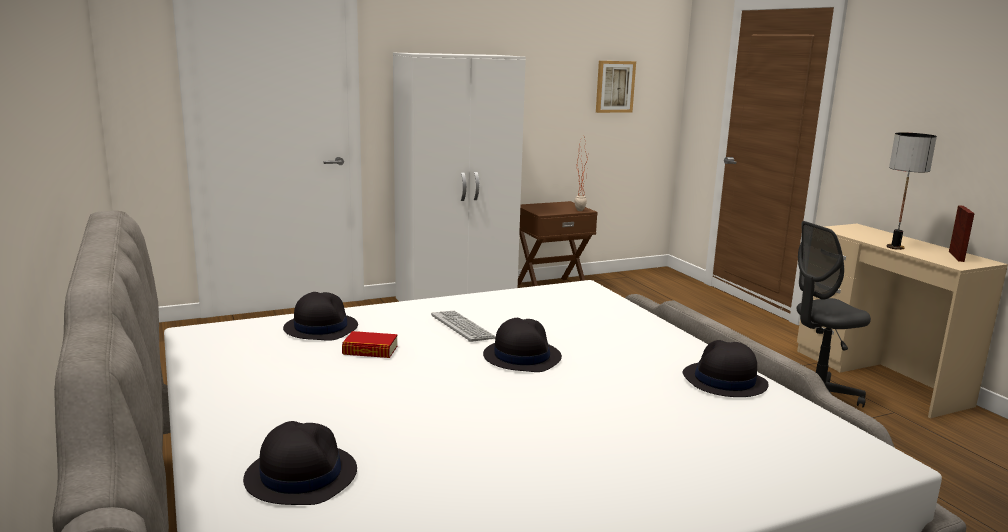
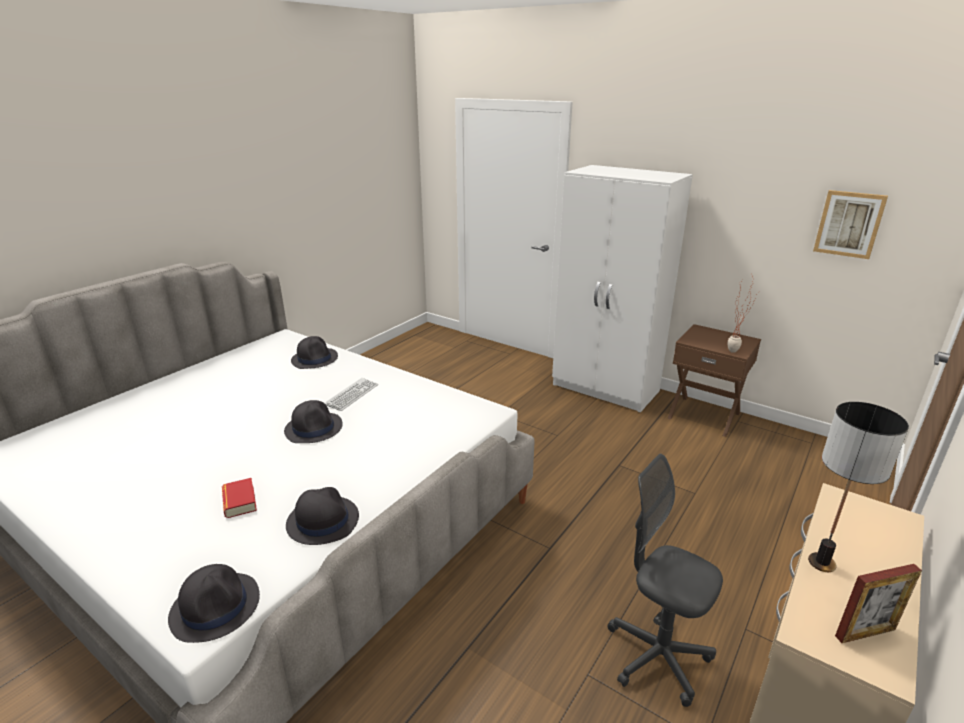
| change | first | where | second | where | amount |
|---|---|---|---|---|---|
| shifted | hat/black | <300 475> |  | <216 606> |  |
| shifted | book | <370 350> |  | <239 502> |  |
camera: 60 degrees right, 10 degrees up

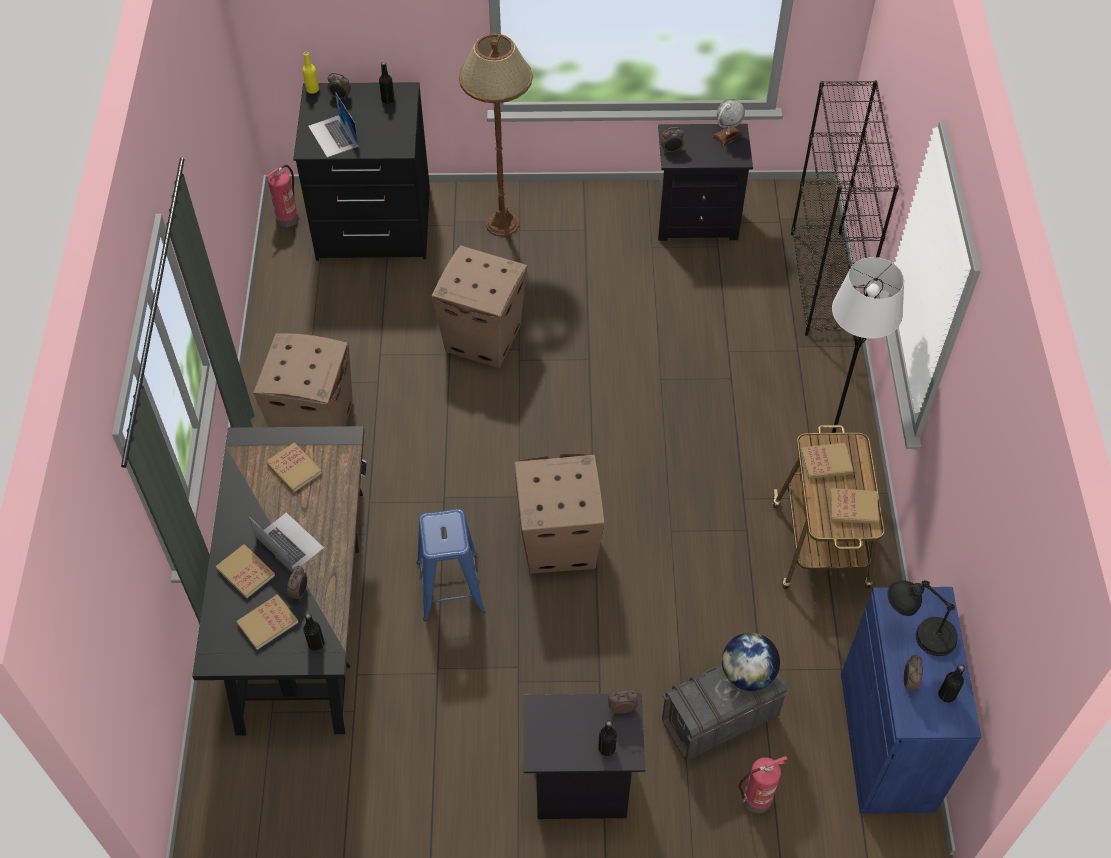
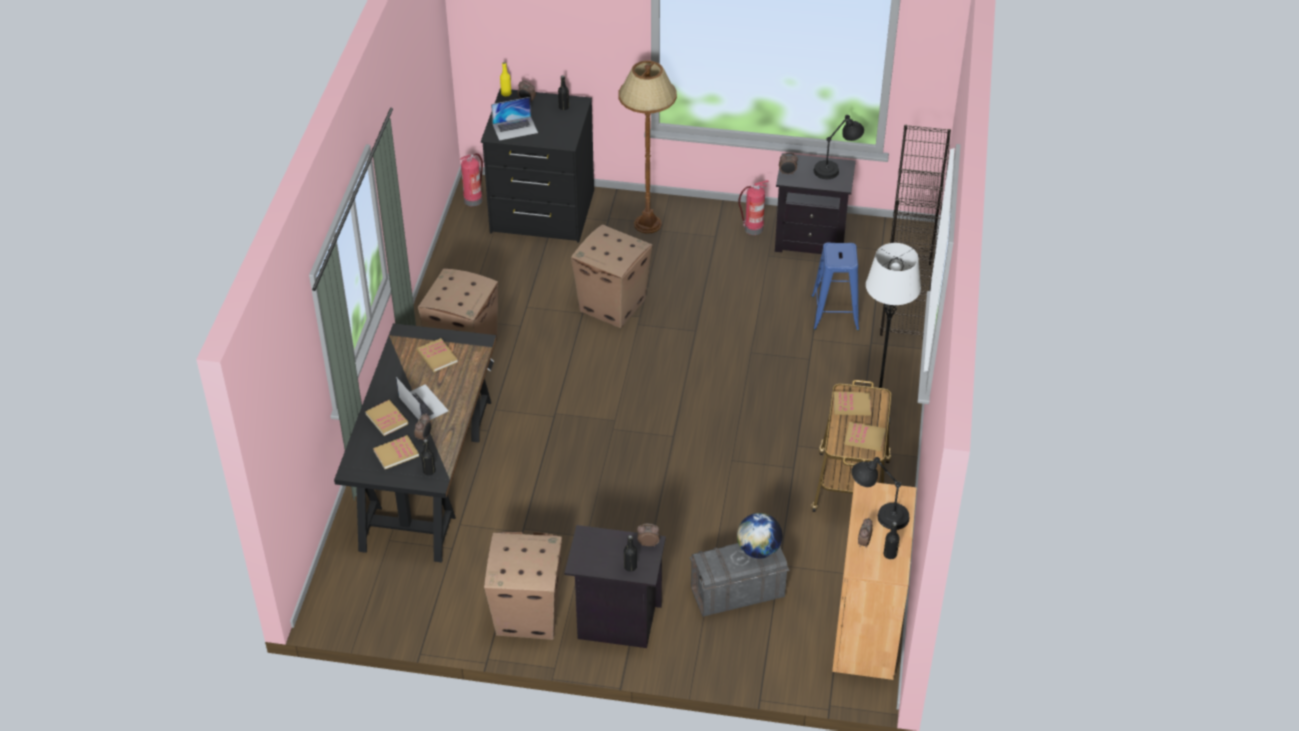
| change | first | where | second | where | amount |
|---|---|---|---|---|---|
| shifted | cardboard box | <557 543> |  | <526 614> |  |
| rotated | laptop | <333 136> |  | <515 128> | 90 degrees counterclockwise |
| shifted | fire extinguisher | <756 800> |  | <753 229> |  |
| shifted | stool/blue | <450 586> |  | <835 312> |  |
| swapped | globe | <727 136> | table lamp/black | <836 167> |  |
| repainted | cabinet/blue | <886 741> | cabinet/brown | <867 627> |  |
camera: 10 degrees right, 10 degrees down

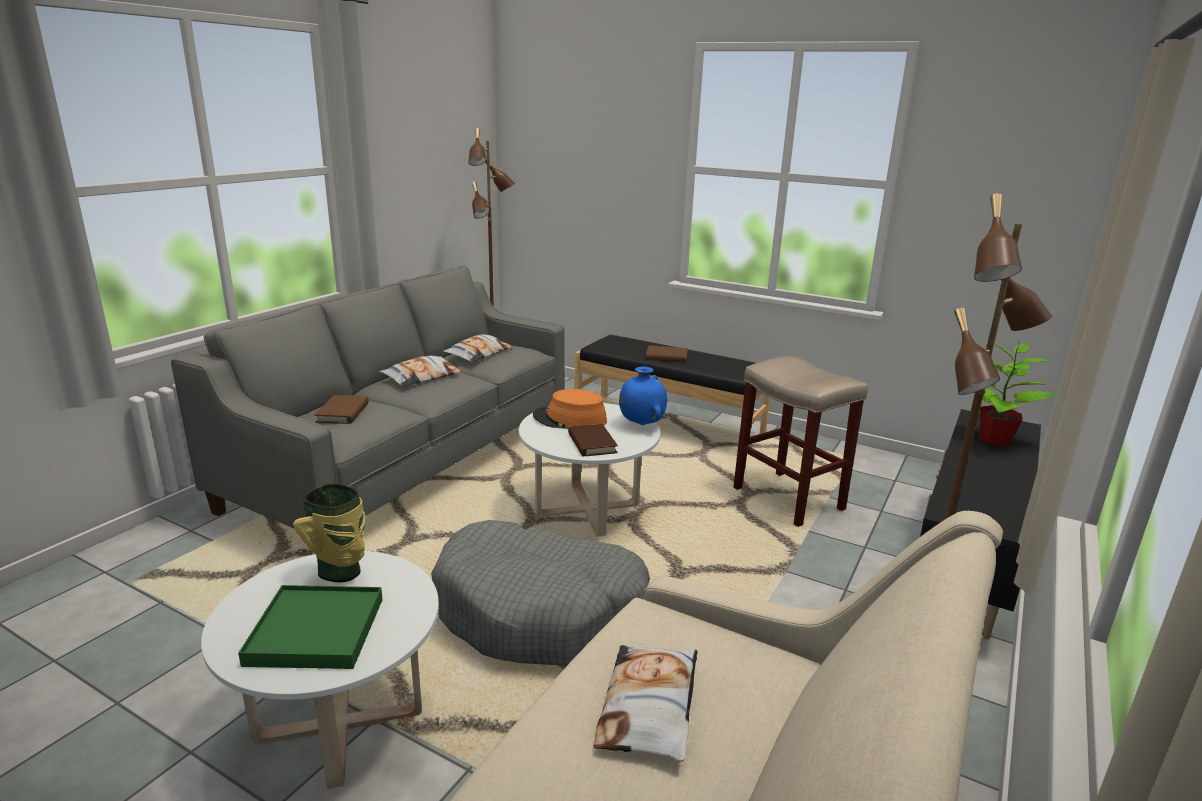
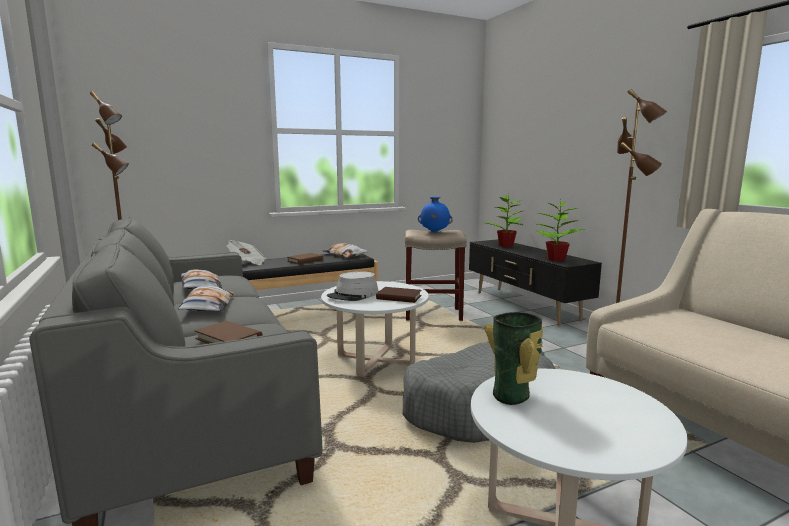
| change | first | where | second | where | amount |
|---|---|---|---|---|---|
| new |  |  | newspaper | <247 262> |  |
| shifted | pillow | <650 708> |  | <345 255> |  |
| repainted | hat/orange | <569 419> | hat/grey | <353 295> |  |
| shifted | vase/blue | <641 424> |  | <434 232> |  |
| new |  |  | potted plant | <555 259> |  |
| gone | tray/green | <316 631> |  |  |  |
camera: 55 degrees left, 10 degrees down

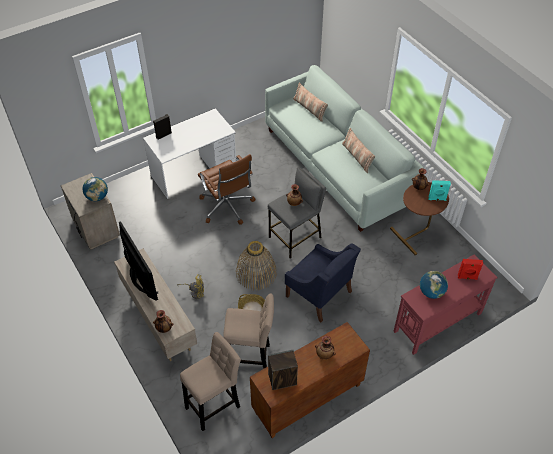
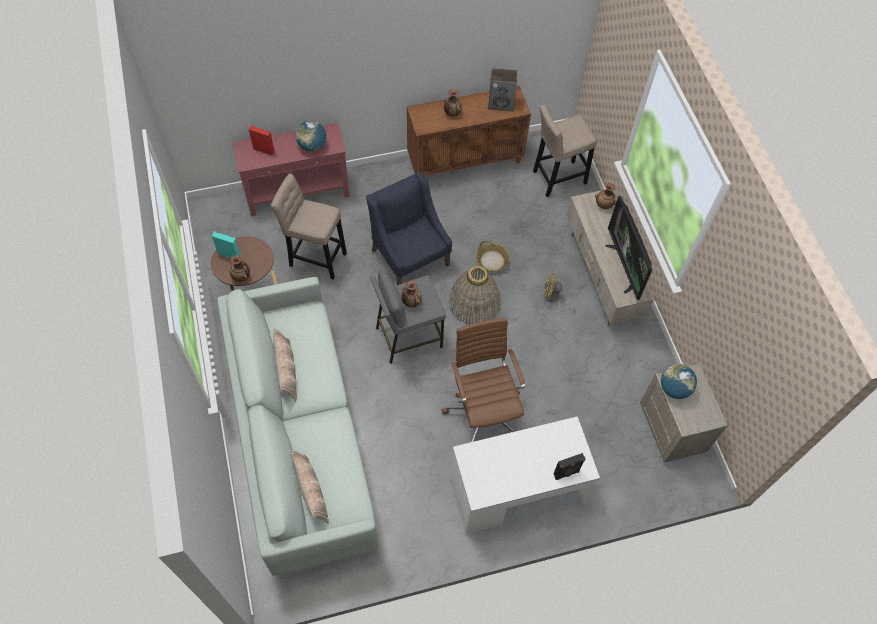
| change | first | where | second | where | amount |
|---|---|---|---|---|---|
| shifted | stool/beige | <250 358> |  | <315 257> |  |
camera: 165 degrees left, 10 degrees up

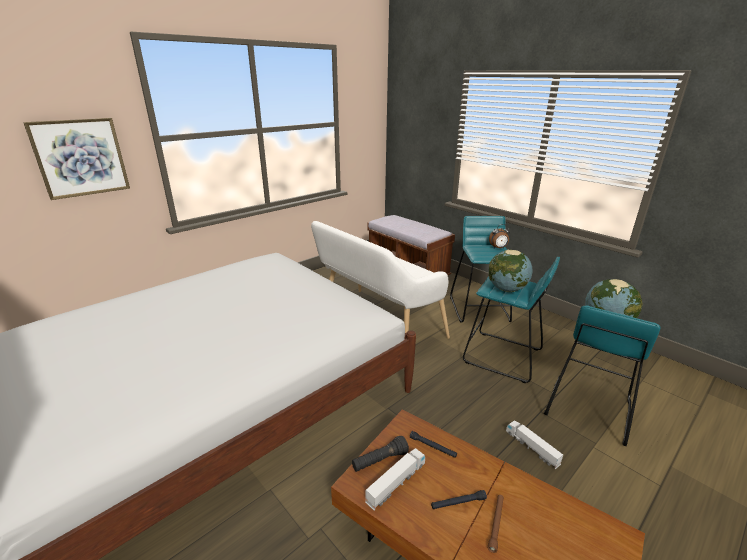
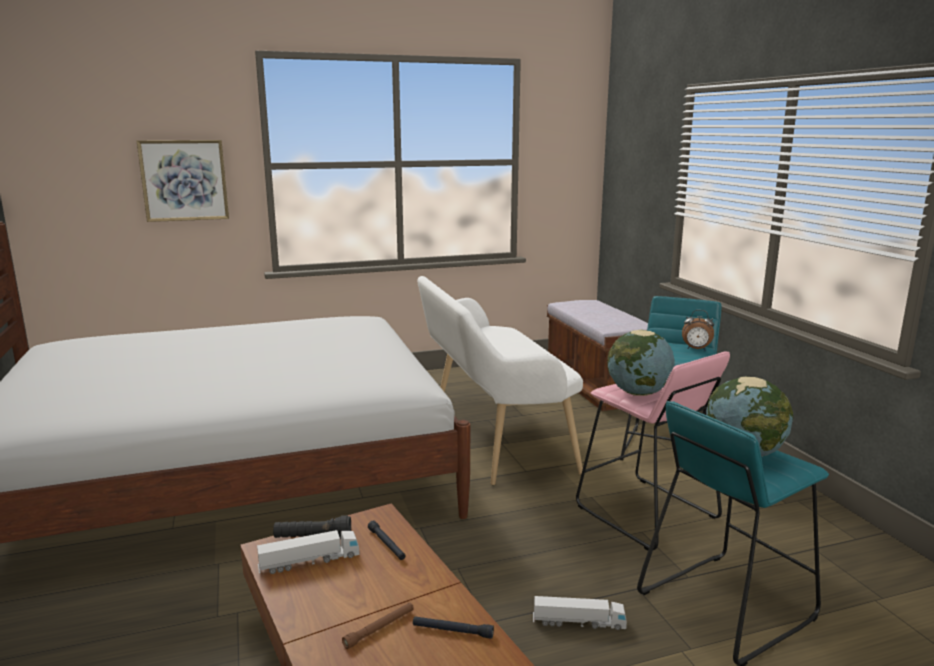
| change | first | where | second | where | amount |
|---|---|---|---|---|---|
| shifted | flashlight/black | <458 503> |  | <452 631> |  |
| rotated | toy truck | <531 448> |  | <578 622> | 105 degrees clockwise |
| repainted | stool/turquoise | <502 356> | stool/pink | <645 513> |  |
camera: 25 degrees right, 10 degrees down

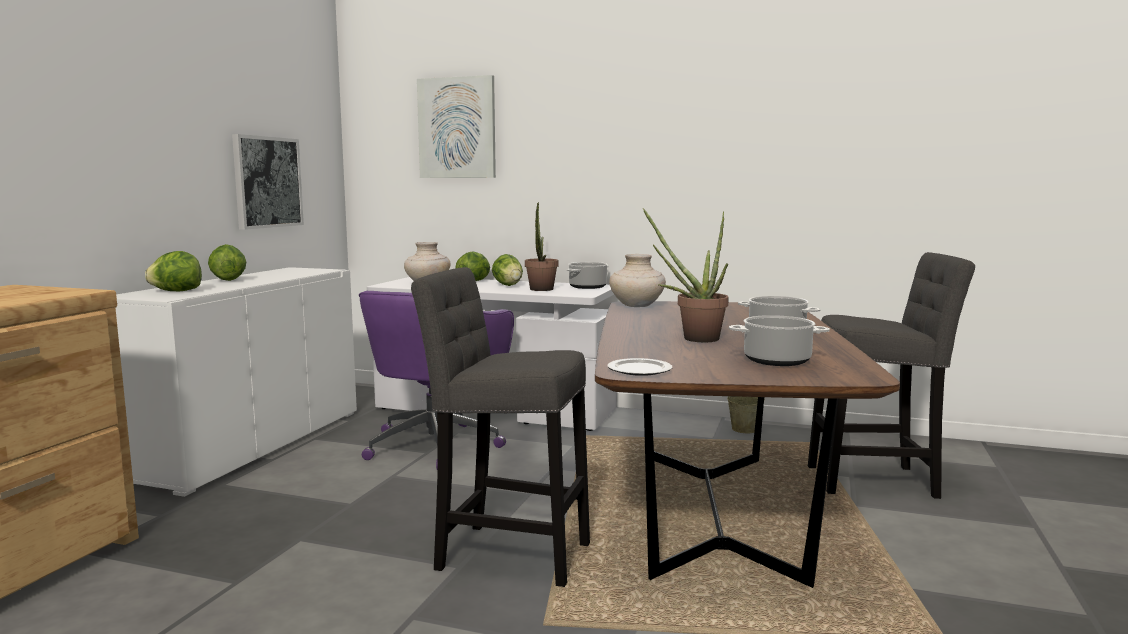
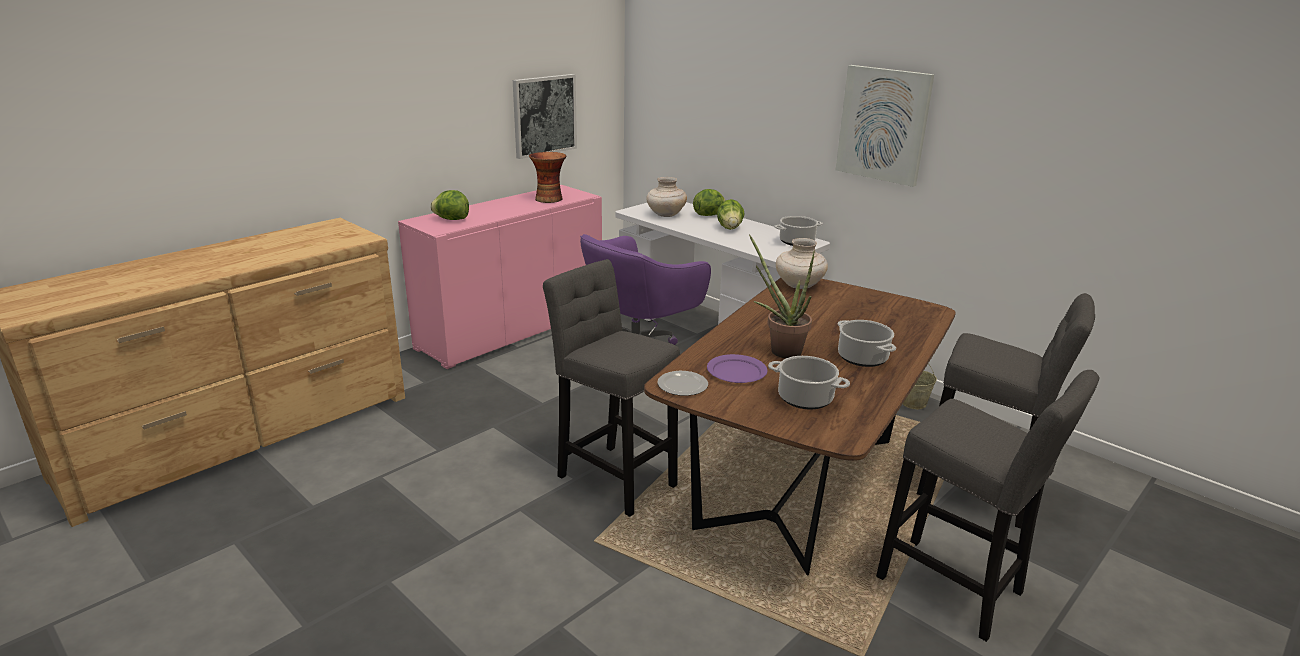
| change | first | where | second | where | amount |
|---|---|---|---|---|---|
| repainted | cabinet/white | <252 445> | cabinet/pink | <512 329> |  |
| new |  |  | vase | <549 199> |  |
| new |  |  | plate/purple | <736 371> |  |
| shifted | picture | <457 128> |  | <883 124> |  |
| new |  |  | stool/grey | <956 590> |  |
| gone | lettuce | <228 280> |  |  |  |
| gone | potted plant | <541 290> |  |  |  |
camera: 25 degrees right, 15 degrees up

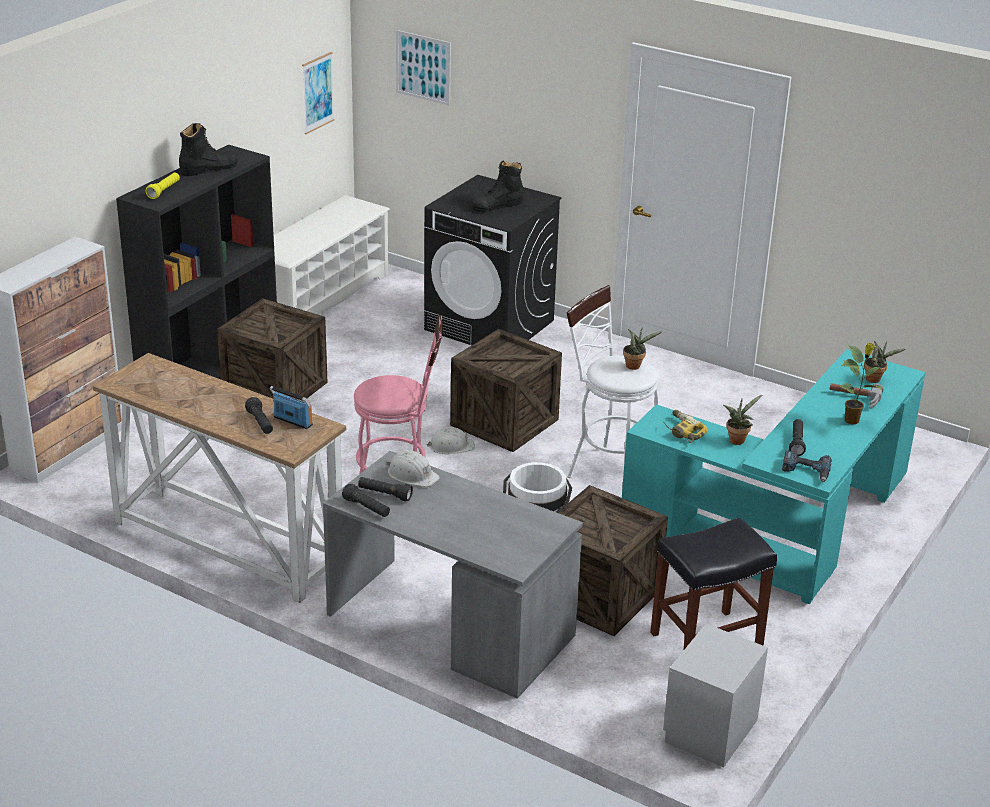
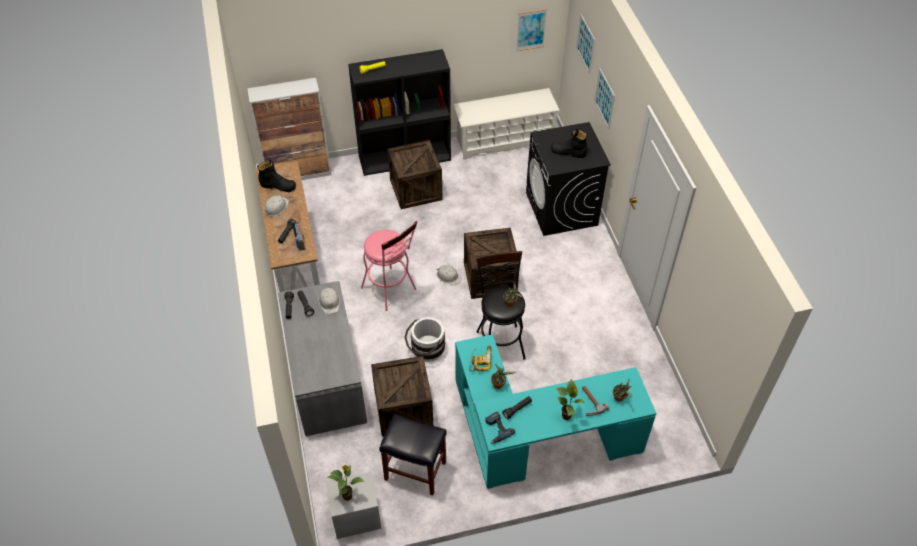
| change | first | where | second | where | amount |
|---|---|---|---|---|---|
| shifted | boot/black | <208 169> |  | <278 186> |  |
| new |  |  | hard hat/white | <276 207> |  |
| new |  |  | potted plant | <348 495> |  |
| repainted | stool/white | <607 471> | stool/black | <499 341> |  |
| new |  |  | picture | <604 98> |  |
camera: 45 degrees right, 20 degrees up

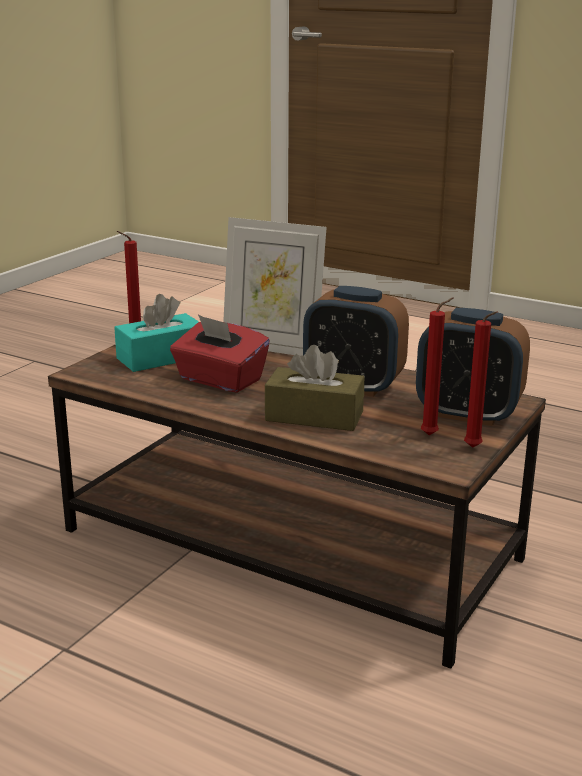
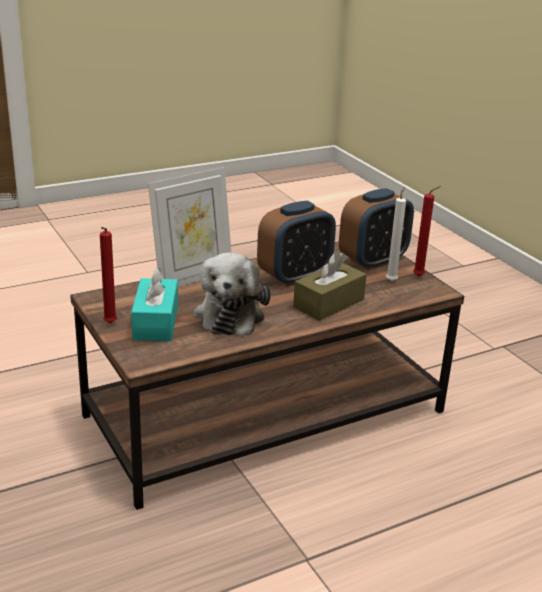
| change | first | where | second | where | amount |
|---|---|---|---|---|---|
| swapped | tissue box/red | <219 380> | plush toy | <230 314> |  |
| repainted | candle/red | <432 435> | candle/white | <392 280> |  |
camera: 60 degrees left, 5 degrees up

